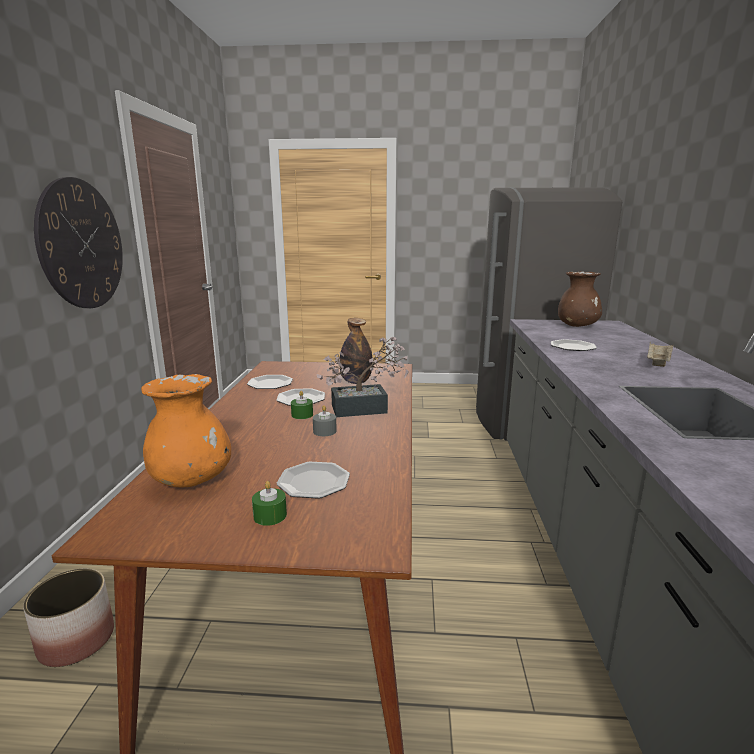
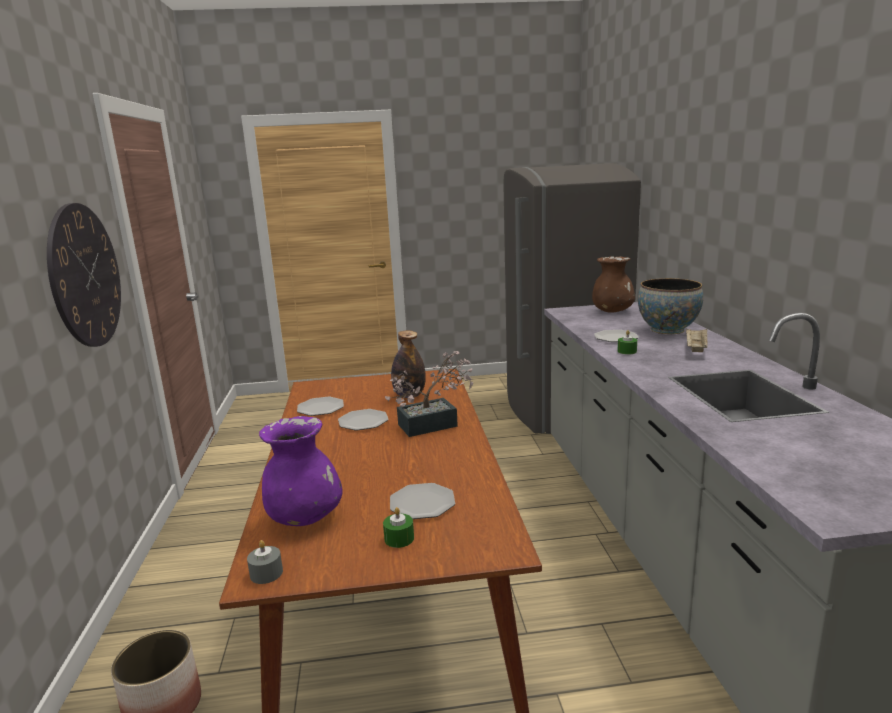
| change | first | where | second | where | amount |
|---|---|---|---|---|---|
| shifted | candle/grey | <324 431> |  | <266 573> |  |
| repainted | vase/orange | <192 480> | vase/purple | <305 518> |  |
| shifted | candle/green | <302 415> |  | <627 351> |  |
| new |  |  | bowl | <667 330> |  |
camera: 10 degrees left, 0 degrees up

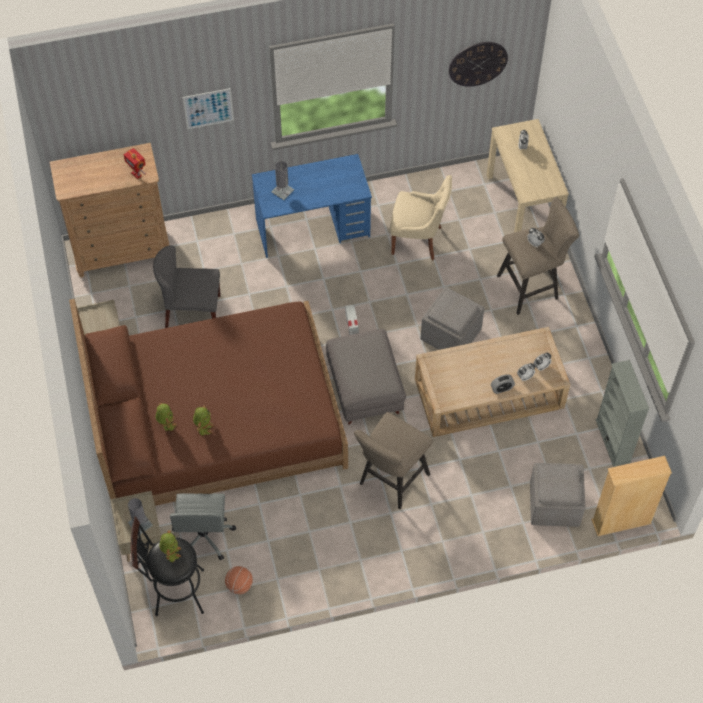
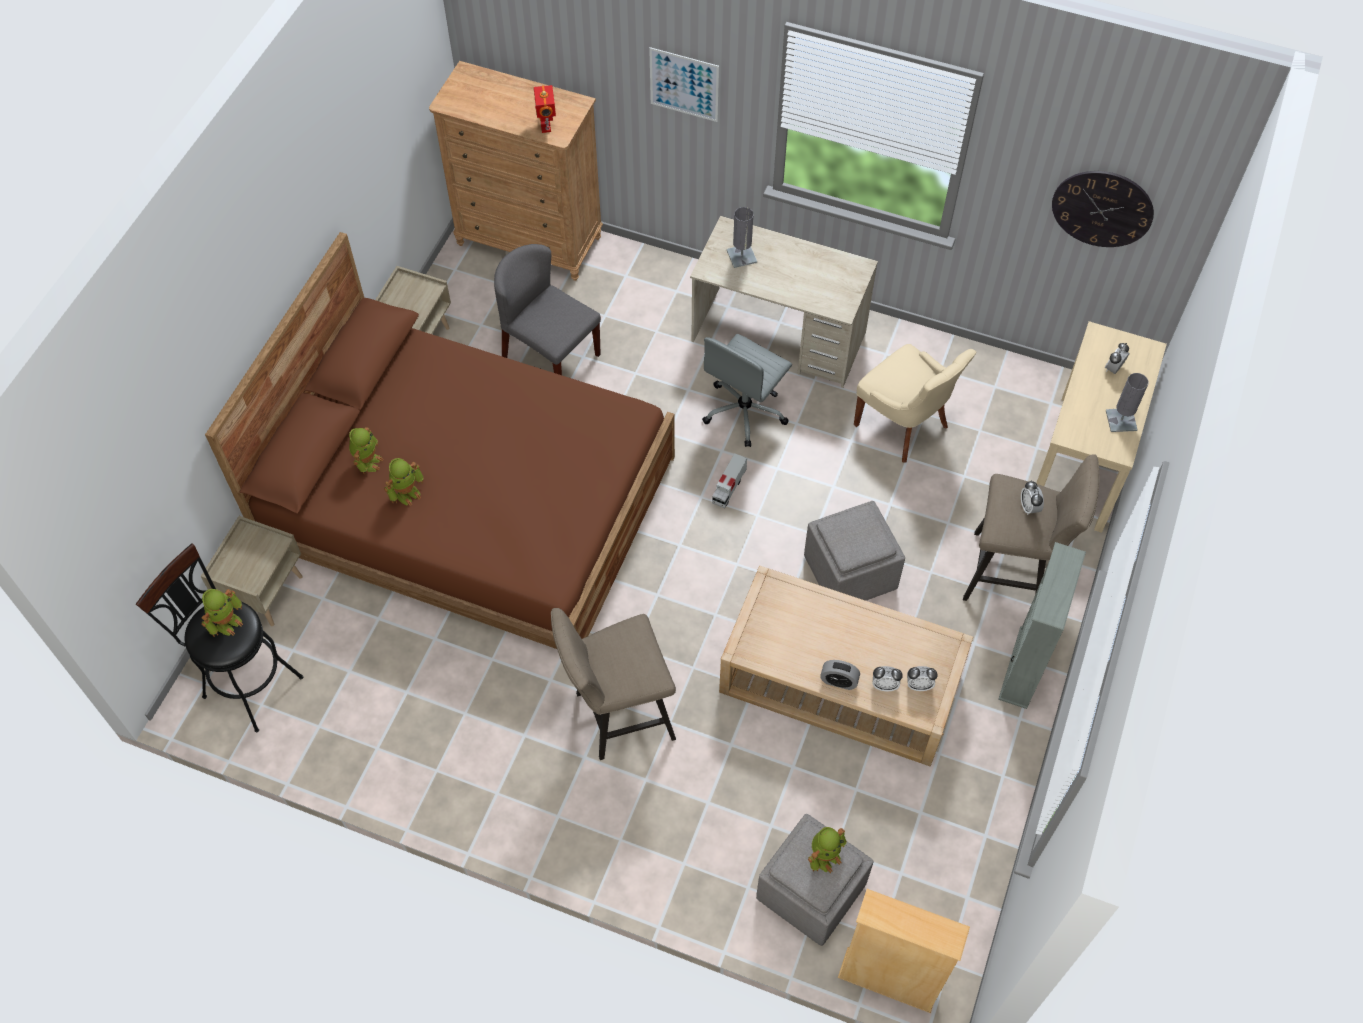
| change | first | where | second | where | amount |
|---|---|---|---|---|---|
| repainted | desk/blue | <313 228> | desk/beige | <779 337> |  |
| shifted | office chair/grey | <204 536> |  | <745 411> |  |
| new |  |  | toy robot | <825 856> |  |
| shifted | bookcase/grey | <613 440> |  | <1023 667> |  |
| shifted | table lamp/grey | <140 524> |  | <1121 420> |  |
| gone | basketball | <239 585> |  |  |  |
| gone | ottoman/grey | <364 388> |  |  |  |
camera: 35 degrees right, 0 degrees up

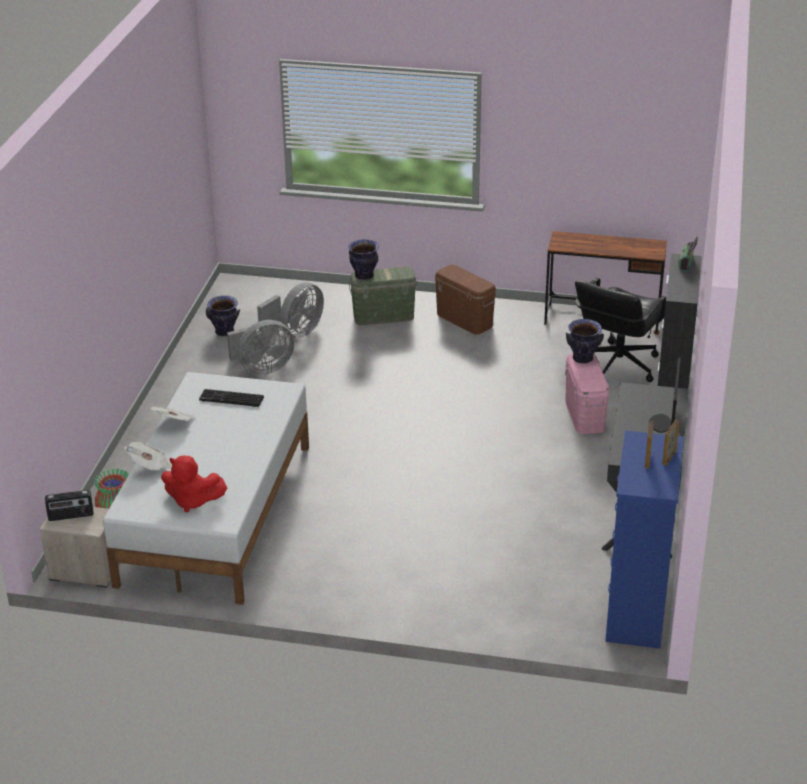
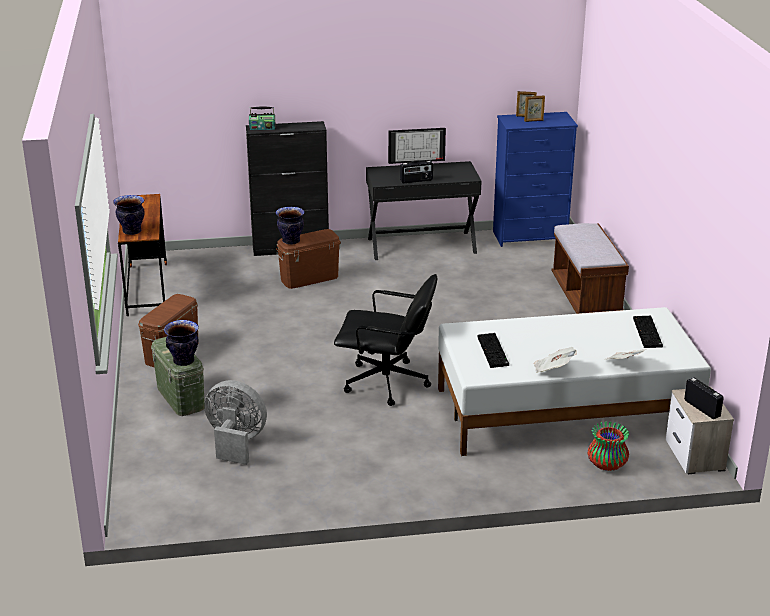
| change | first | where | second | where | amount |
|---|---|---|---|---|---|
| shifted | vase | <224 332> |  | <132 231> |  |
| repainted | storage box/pink | <584 414> | storage box/brown | <309 278> |  |
| shifted | office chair/black | <617 365> |  | <387 383> |  |
| new |  |  | radio | <416 181> |  |
| new |  |  | bench/brown | <586 296> |  |
| swapped | plush toy/red | <192 501> | keyboard | <648 333> |  |
| gone | fan/grey | <262 368> |  |  |  |
camera: 110 degrees left, 5 degrees down

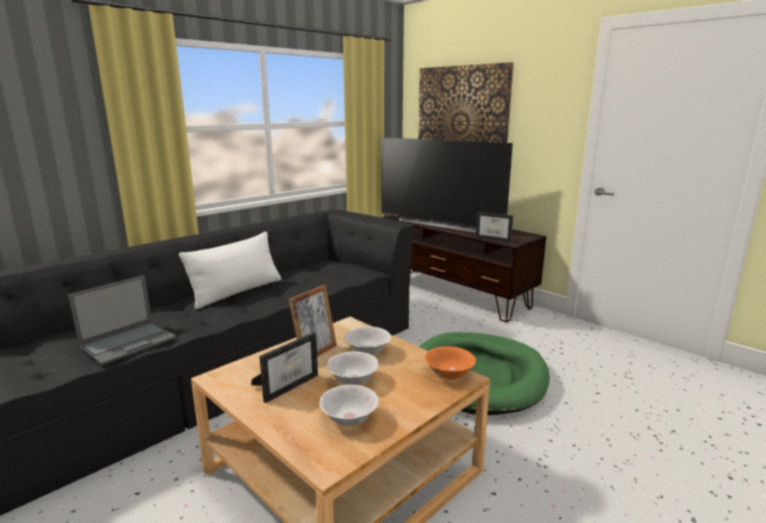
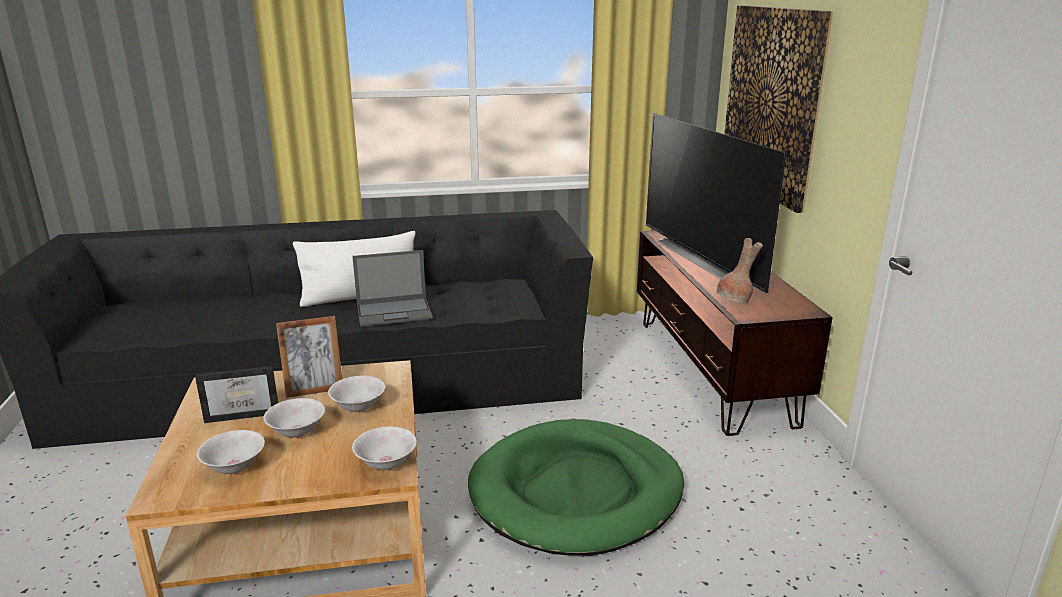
| change | first | where | second | where | amount |
|---|---|---|---|---|---|
| shifted | laptop | <129 342> |  | <395 312> |  |
| repainted | bowl/orange | <449 374> | bowl/white | <386 463> |  |
| swapped | picture frame | <494 239> | vase/brown | <734 302> |  |
camera: 35 degrees right, 5 degrees up

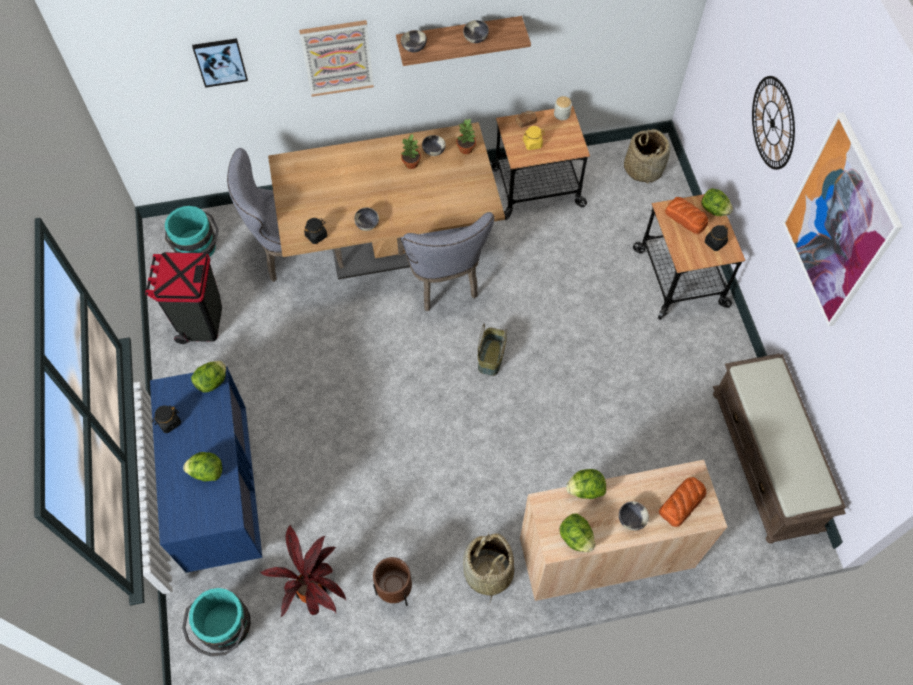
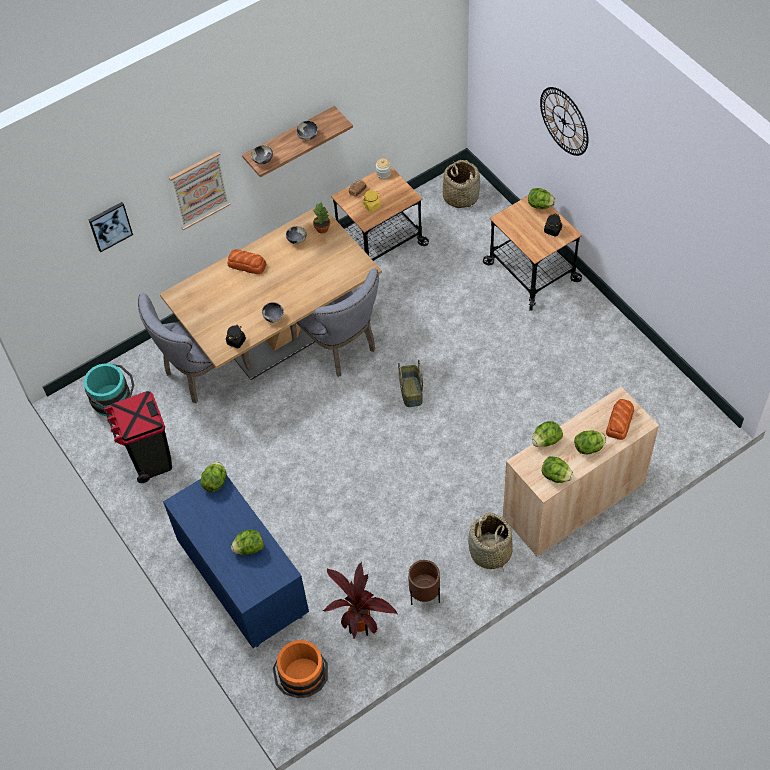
| change | first | where | second | where | amount |
|---|---|---|---|---|---|
| shifted | bread | <686 218> |  | <247 265> |  |
| repainted | bucket/turquoise | <224 631> | bucket/orange | <303 682> |  |
| swapped | bowl | <631 519> | lettuce | <589 448> |  |
| gone | jar/black | <169 422> |  |  |  |
| gone | potted plant | <411 163> |  |  |  |
| gone | bench/brown | <765 461> |  |  |  |
| gone | picture | <838 224> |  |  |  |
camera: 20 degrees left, 5 degrees down

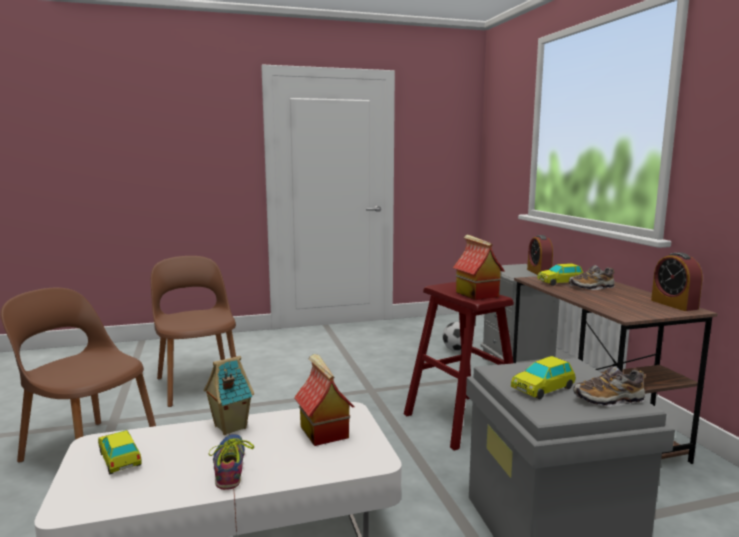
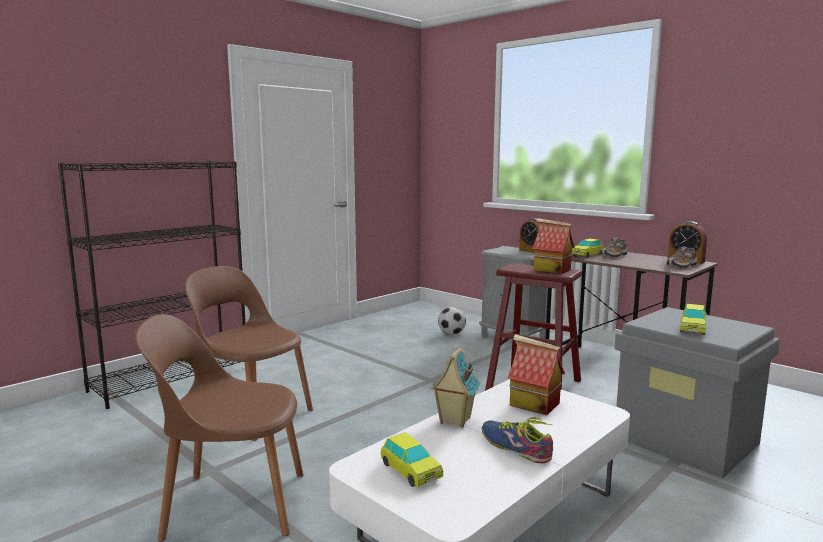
| change | first | where | second | where | amount |
|---|---|---|---|---|---|
| new |  |  | bookcase/black | <172 378> |  |
| rotated | toy car | <120 459> |  | <411 471> | 150 degrees counterclockwise |
| shifted | shoe | <608 400> |  | <681 266> |  |
camera: 30 degrees left, 0 degrees up

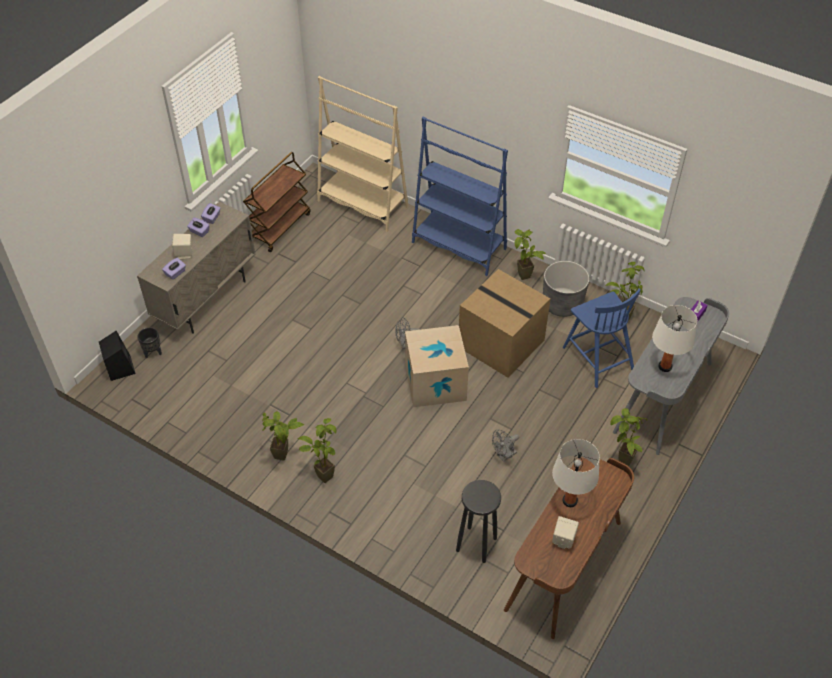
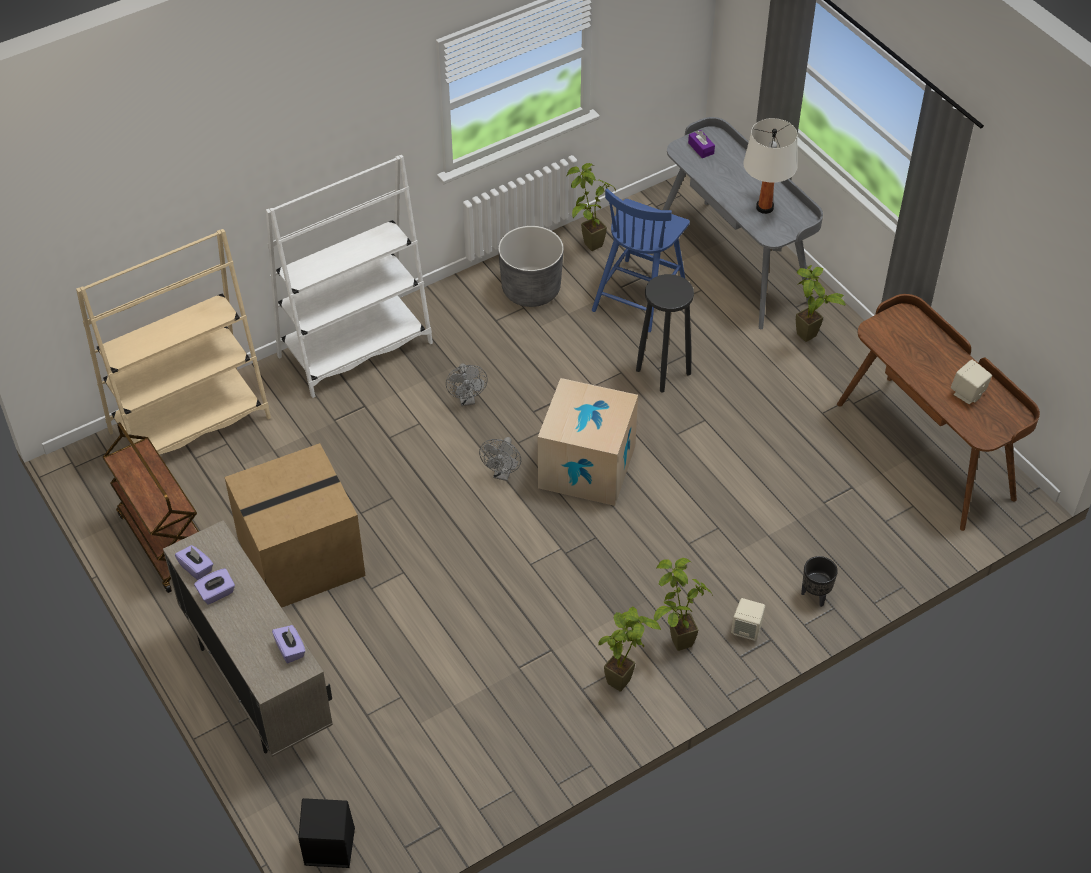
| change | first | where | second | where | amount |
|---|---|---|---|---|---|
| shifted | cardboard box | <502 343> |  | <302 555> |  |
| repainted | bookcase/blue | <459 246> | bookcase/white | <355 350> |  |
| shifted | fan/grey | <504 456> |  | <467 400> |  |
| rotated | chair/blue | <597 357> |  | <639 294> | 120 degrees clockwise |
| shifted | stool/black | <476 543> |  | <663 371> |  |
| shifted | speaker/beige | <184 254> |  | <747 629> |  |
| shifted | planter/black | <153 353> |  | <816 595> |  |
| gone | potted plant | <524 279> |  |  |  |
| gone | table lamp/white | <569 500> |  |  |  |
camera: 65 degrees left, 0 degrees up

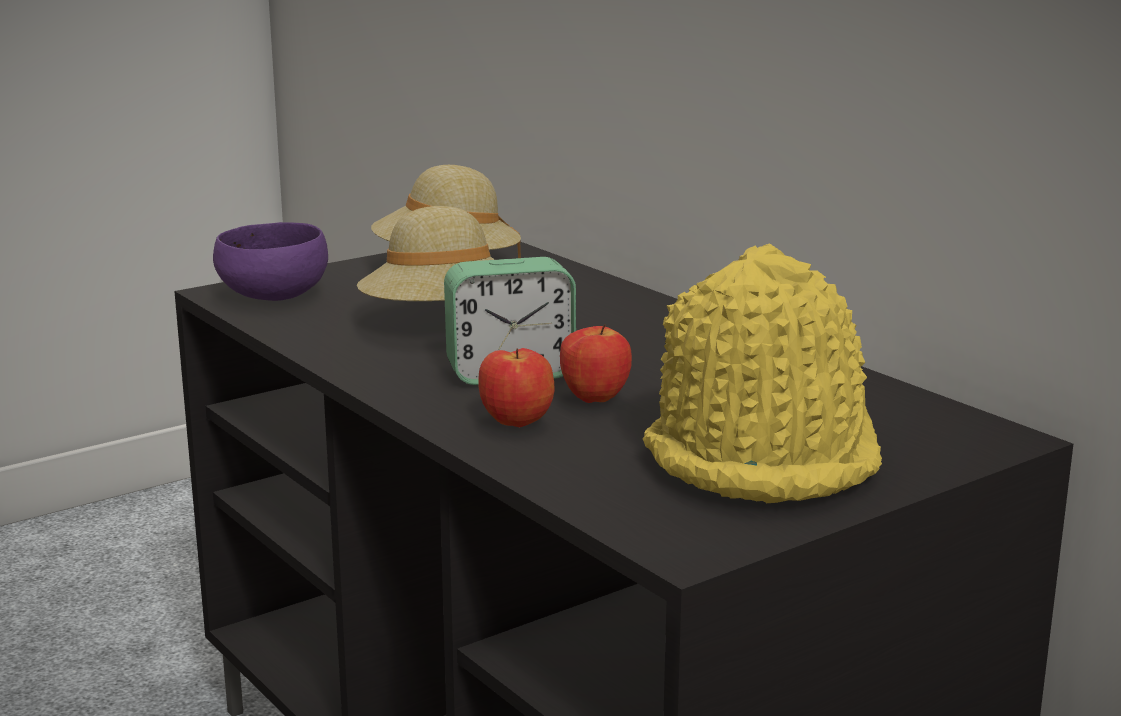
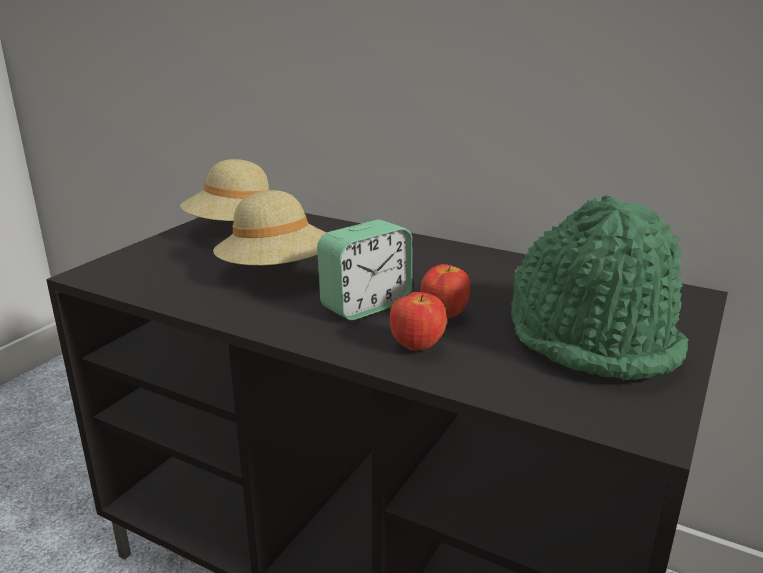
| change | first | where | second | where | amount |
|---|---|---|---|---|---|
| repainted | hat/yellow | <763 456> | hat/green | <593 338> |  |
| gone | bowl/purple | <271 296> |  |  |  |
camera: 25 degrees left, 5 degrees up

